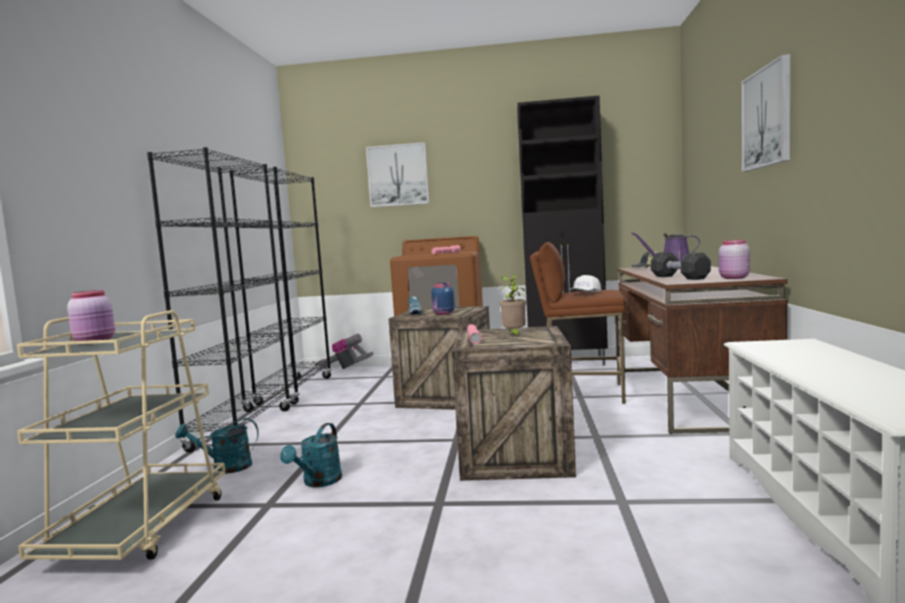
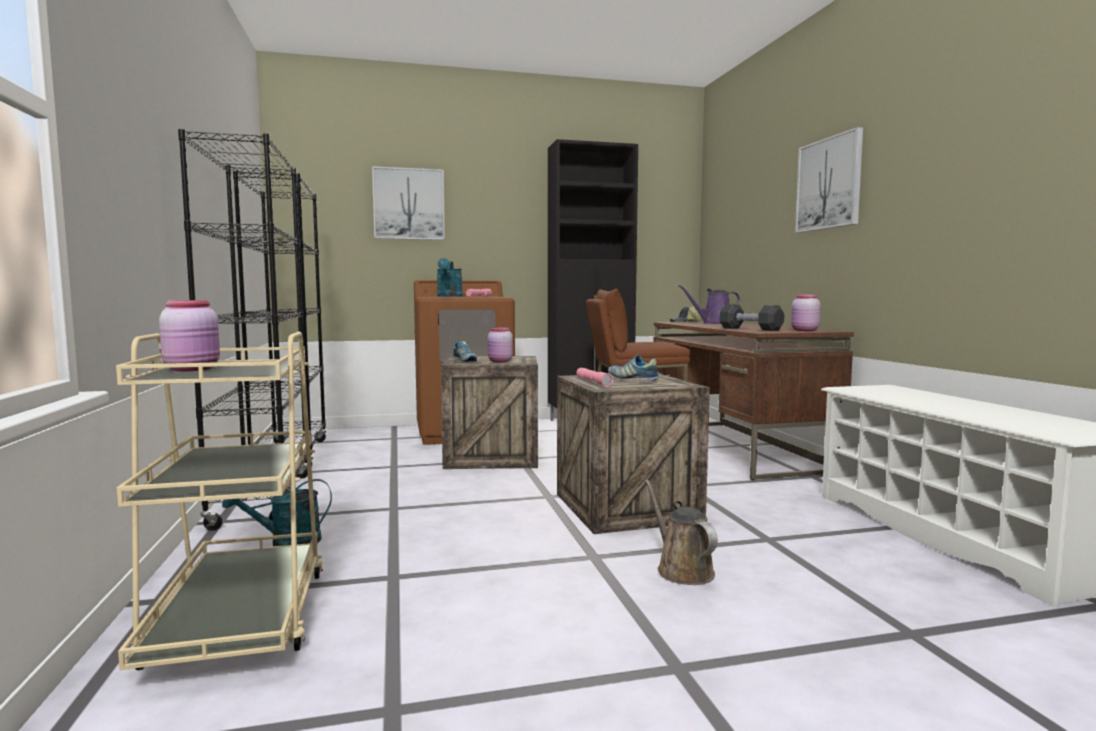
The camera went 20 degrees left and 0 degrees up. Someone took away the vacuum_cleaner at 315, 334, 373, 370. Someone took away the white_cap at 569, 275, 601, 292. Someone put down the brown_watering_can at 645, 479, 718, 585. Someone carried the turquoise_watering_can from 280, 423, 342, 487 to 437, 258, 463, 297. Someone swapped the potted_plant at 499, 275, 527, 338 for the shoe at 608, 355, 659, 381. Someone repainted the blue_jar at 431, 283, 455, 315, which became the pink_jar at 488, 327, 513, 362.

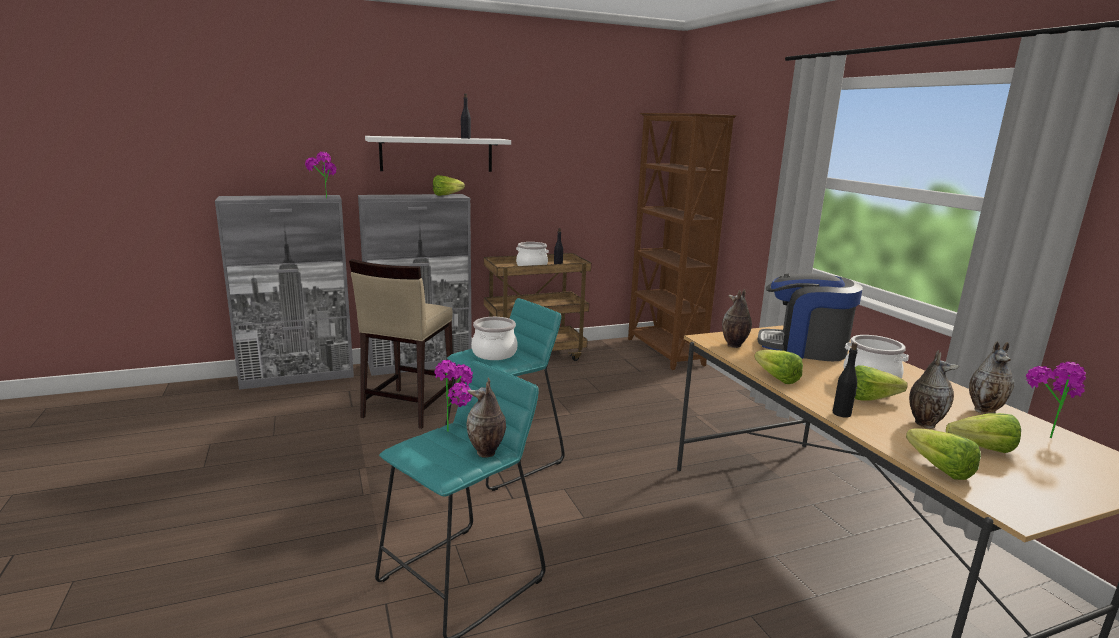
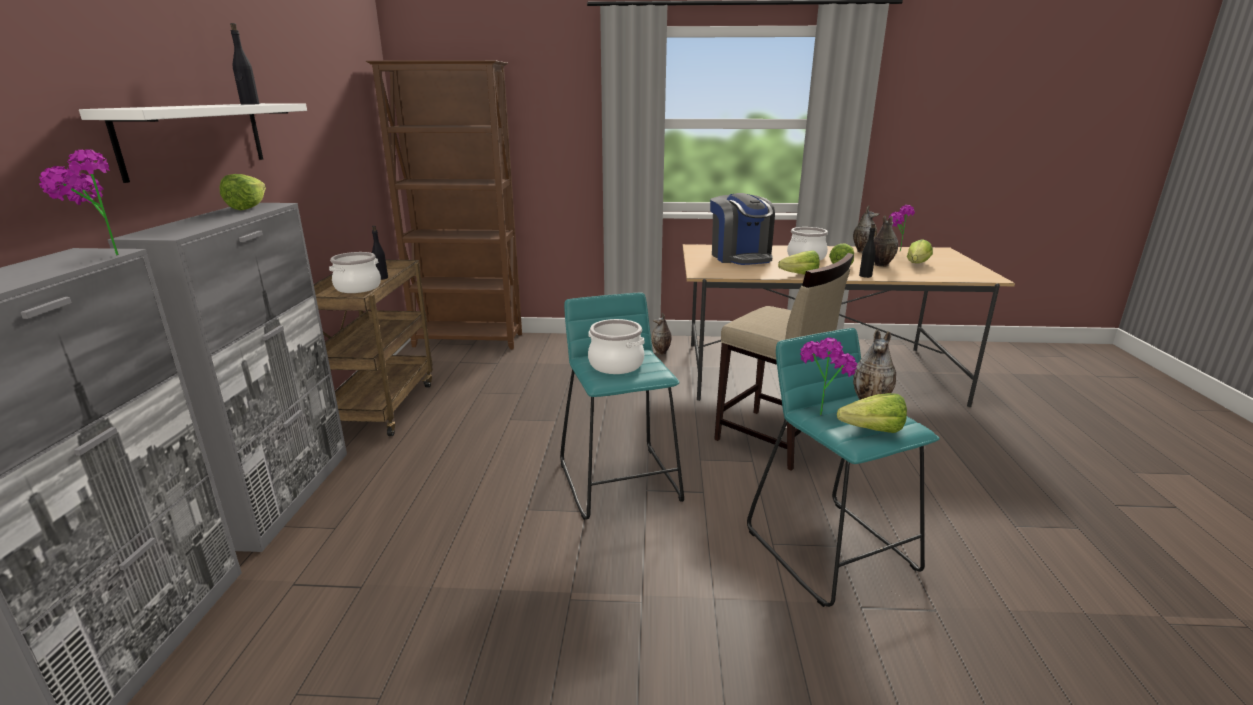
The camera went 65 degrees left and 5 degrees up. Someone carried the beige_stool from 349, 259, 454, 429 to 714, 253, 854, 471. Someone carried the vase from 722, 289, 752, 348 to 652, 312, 672, 355. Someone carried the lettuce from 906, 428, 981, 480 to 837, 393, 907, 433. Someone rotated the coffee_machine at 758, 274, 863, 361 by 60 degrees counterclockwise.

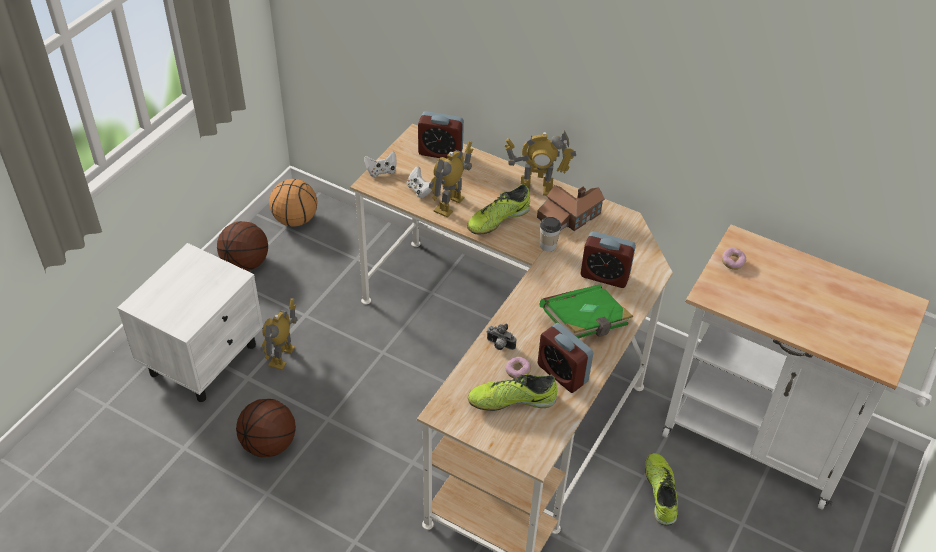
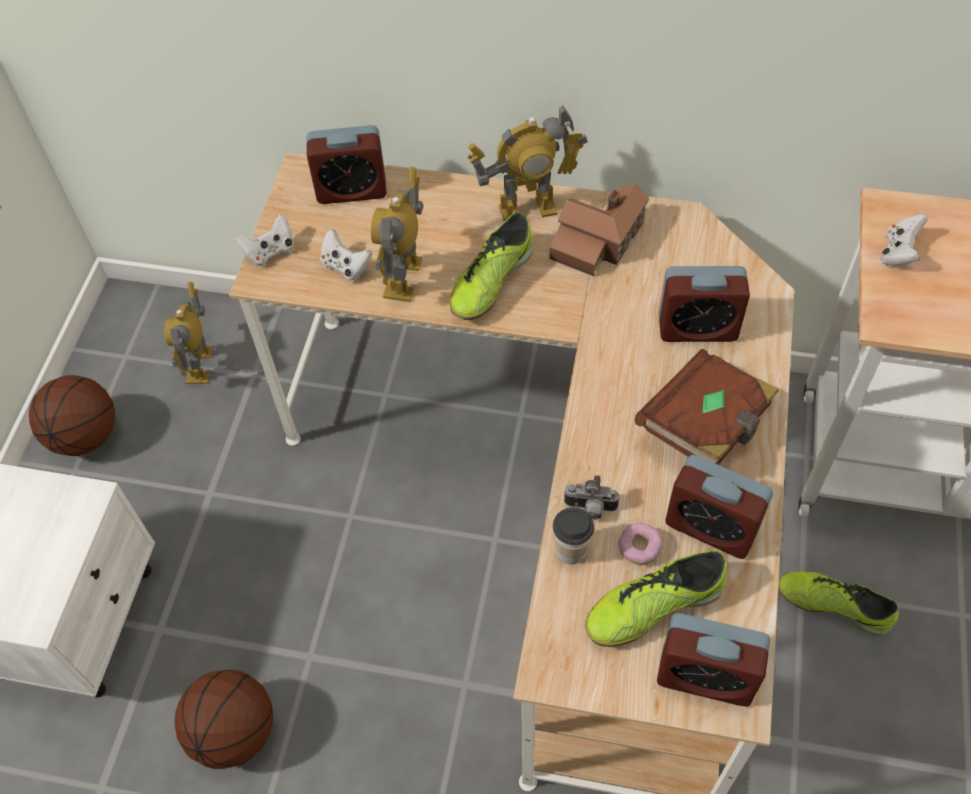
The camera went 15 degrees left and 10 degrees up. Someone took away the basketball at 269, 179, 317, 227. Someone put down the alarm_clock at 657, 613, 770, 707. Someone carried the toy_robot from 261, 299, 298, 370 to 164, 282, 213, 384. Someone carried the cup from 540, 217, 561, 252 to 553, 507, 594, 565. Someone swapped the donut at 722, 248, 746, 270 for the white_game_controller at 881, 214, 928, 266. Someone repainted the green_book at 539, 284, 633, 338, which became the brown_book at 635, 349, 779, 465. Someone rotated the shoe at 645, 453, 678, 526 by 45 degrees counterclockwise.

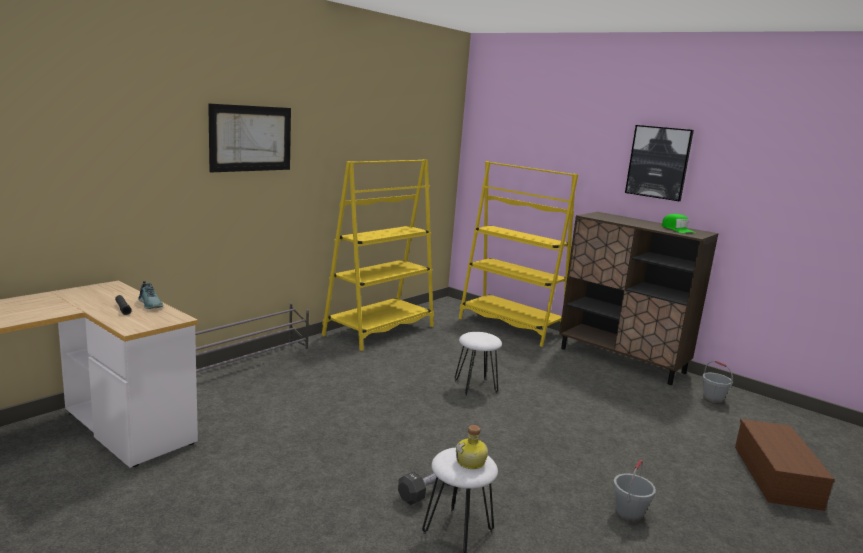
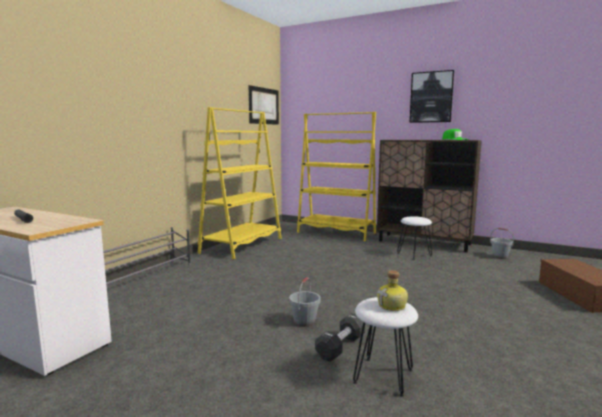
The camera went 10 degrees left and 5 degrees down. Someone took away the shoe at 138, 281, 163, 309. Someone carried the picture from 208, 103, 291, 172 to 249, 85, 279, 125. Someone carried the white_stool from 454, 332, 502, 395 to 397, 216, 432, 260. Someone carried the grey_bucket from 613, 460, 656, 523 to 289, 277, 321, 327.

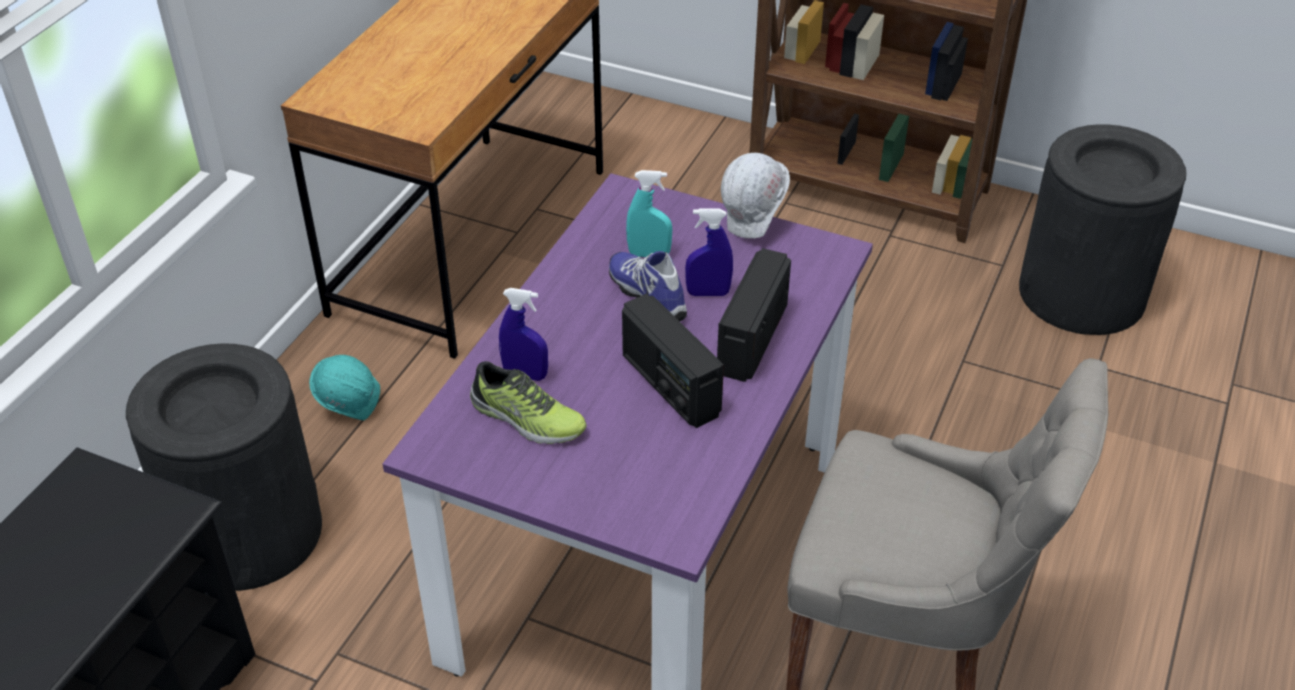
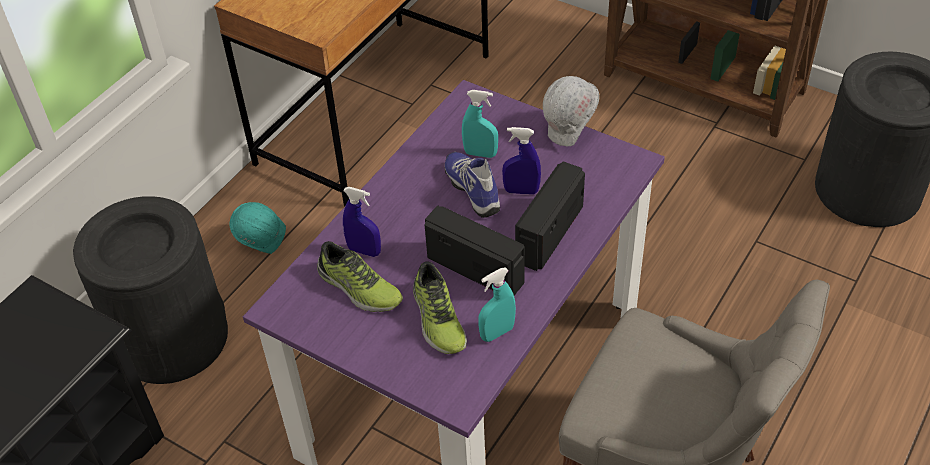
The camera went 10 degrees right and 5 degrees up. Someone put down the shoe at 413, 261, 467, 354. Someone put down the turquoise_spray_bottle at 478, 267, 516, 342. Someone rotated the radio at 622, 294, 724, 428 by 150 degrees clockwise.

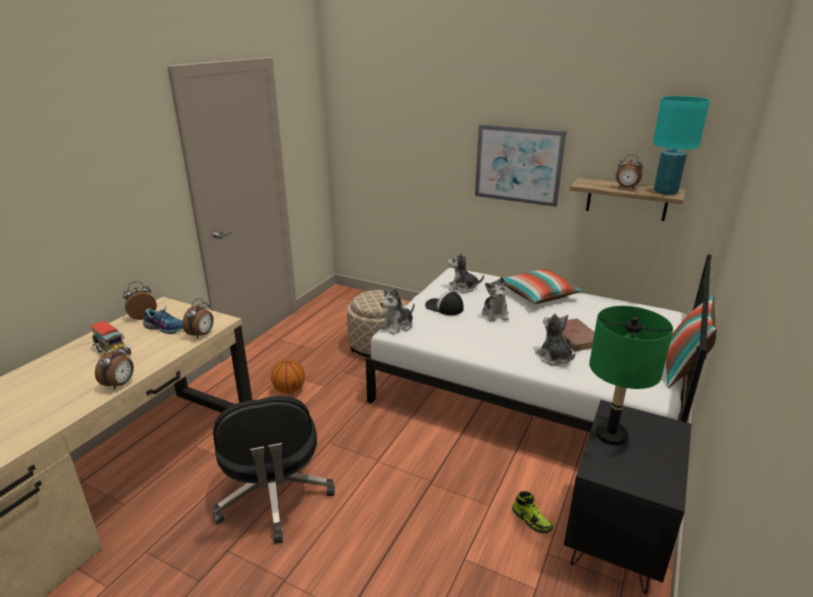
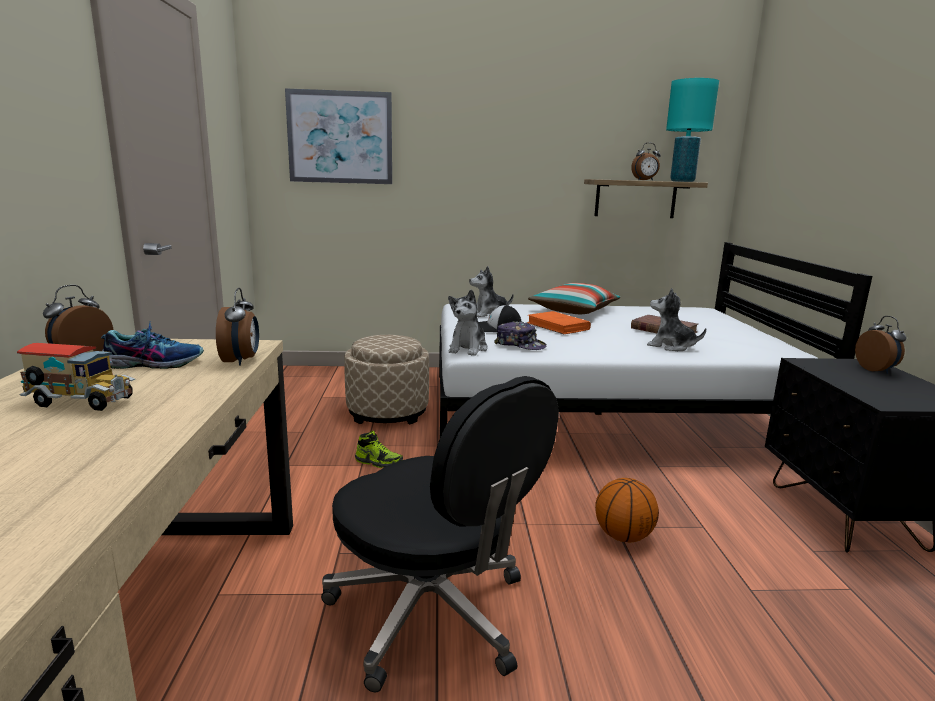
The camera went 30 degrees left and 10 degrees down. Someone took away the green_table_lamp at 589, 306, 673, 445. Someone took away the pillow at 666, 295, 717, 388. Someone put down the cap at 494, 321, 547, 350. Someone carried the alarm_clock from 95, 343, 134, 390 to 855, 316, 906, 374. Someone carried the basketball from 271, 360, 305, 394 to 595, 478, 659, 542. Someone carried the picture from 475, 124, 566, 207 to 285, 88, 392, 184. Someone carried the shoe from 512, 491, 553, 534 to 355, 430, 403, 468. Someone swapped the plush_toy at 482, 277, 509, 321 for the orange_book at 527, 311, 591, 334.

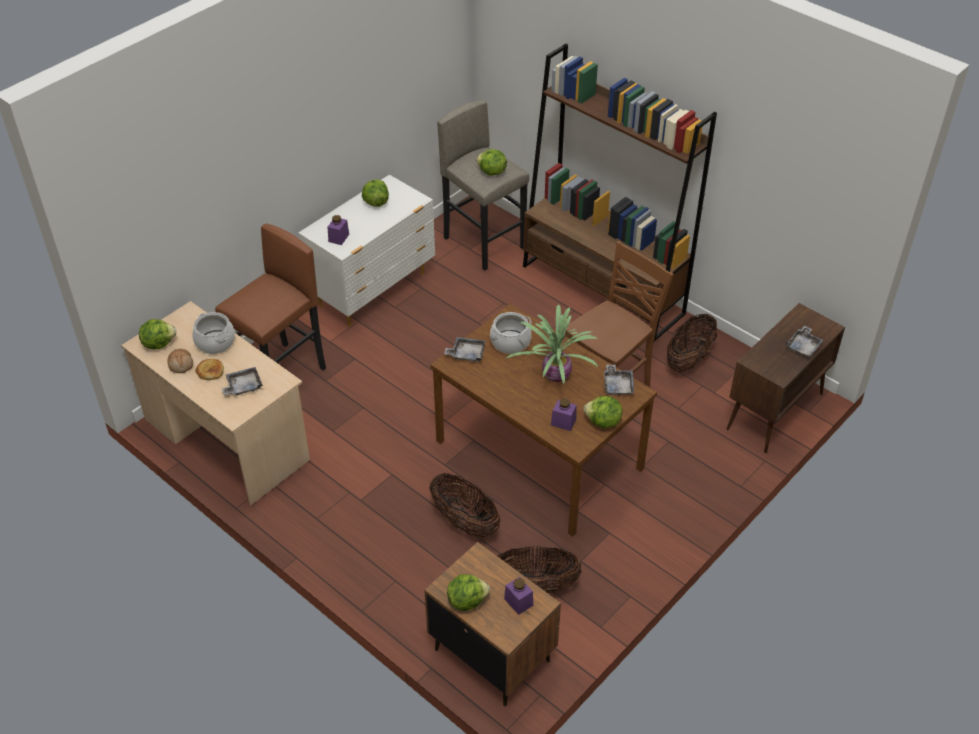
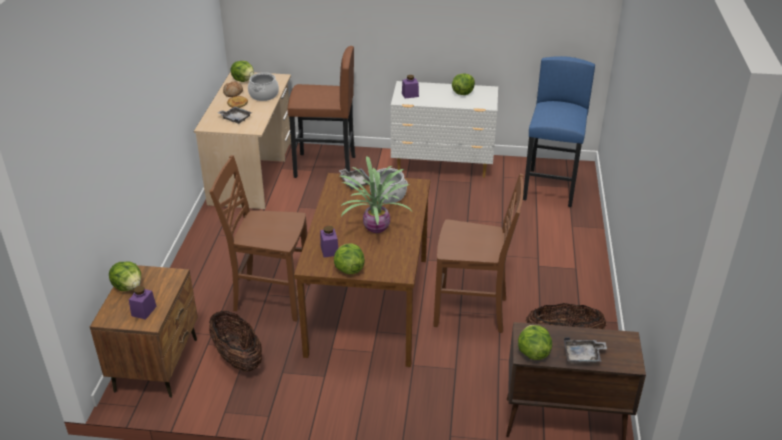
The camera went 55 degrees right and 10 degrees down. Someone took away the brown_bookcase at 523, 44, 717, 342. Someone took away the grey_tray at 604, 364, 634, 396. Someone carried the lettuce from 476, 149, 507, 175 to 518, 325, 552, 360. Someone swapped the basket at 429, 473, 501, 538 for the brown_chair at 209, 155, 311, 321. Someone repainted the grey_stool at 437, 100, 529, 270, which became the blue_stool at 523, 56, 595, 207.

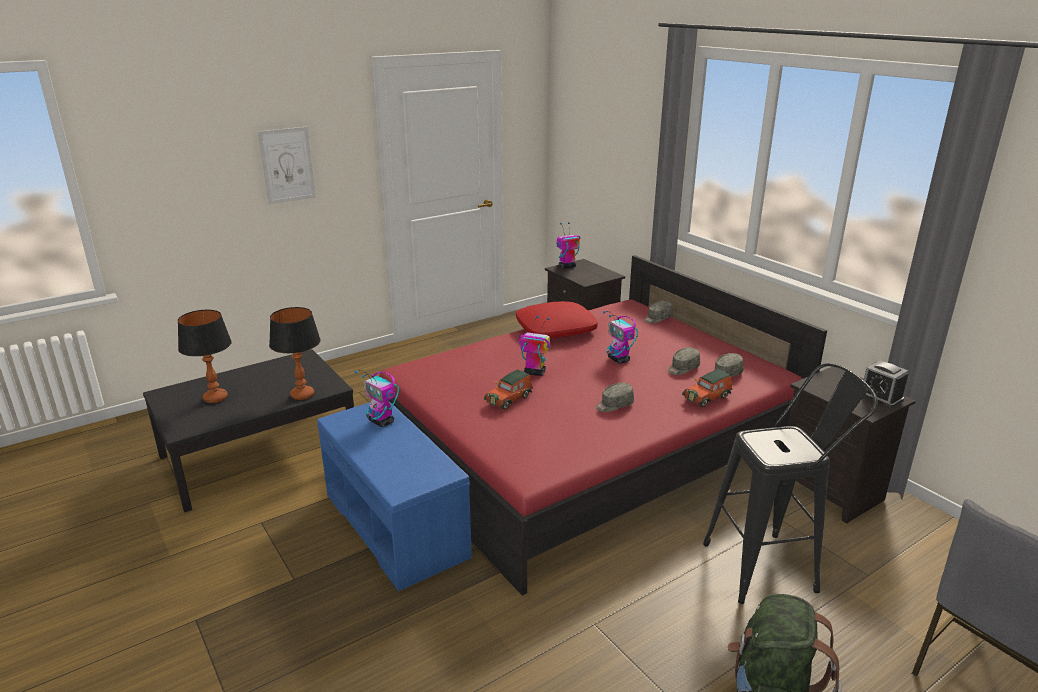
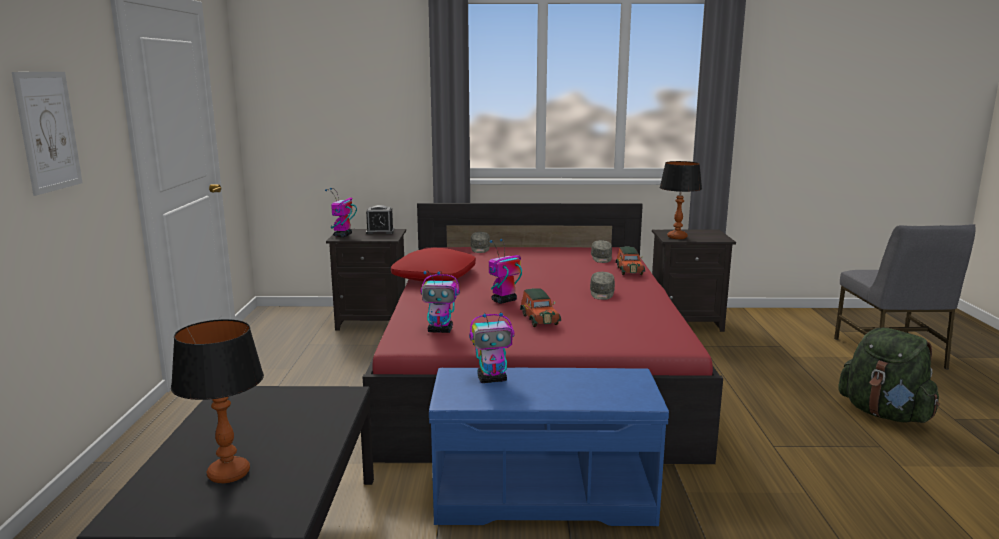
The camera went 55 degrees left and 10 degrees down. Someone took away the grey_cap at 668, 347, 700, 375. Someone took away the black_stool at 703, 363, 878, 604. Someone carried the table_lamp from 269, 307, 321, 400 to 659, 161, 702, 239. Someone carried the toy_robot from 603, 311, 638, 364 to 421, 270, 460, 333. Someone carried the alarm_clock from 864, 360, 908, 408 to 366, 205, 394, 234.

